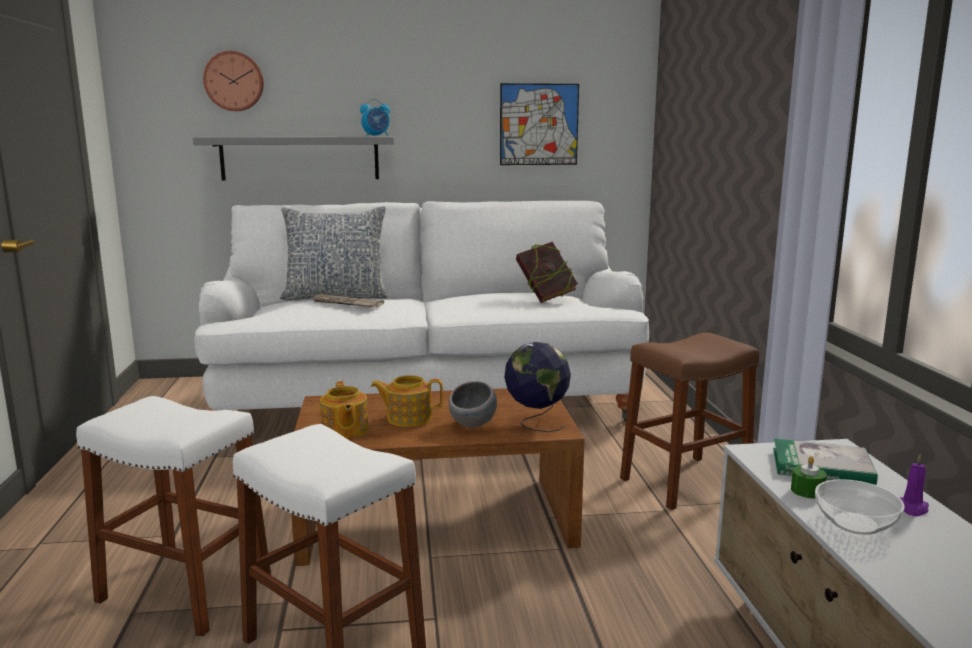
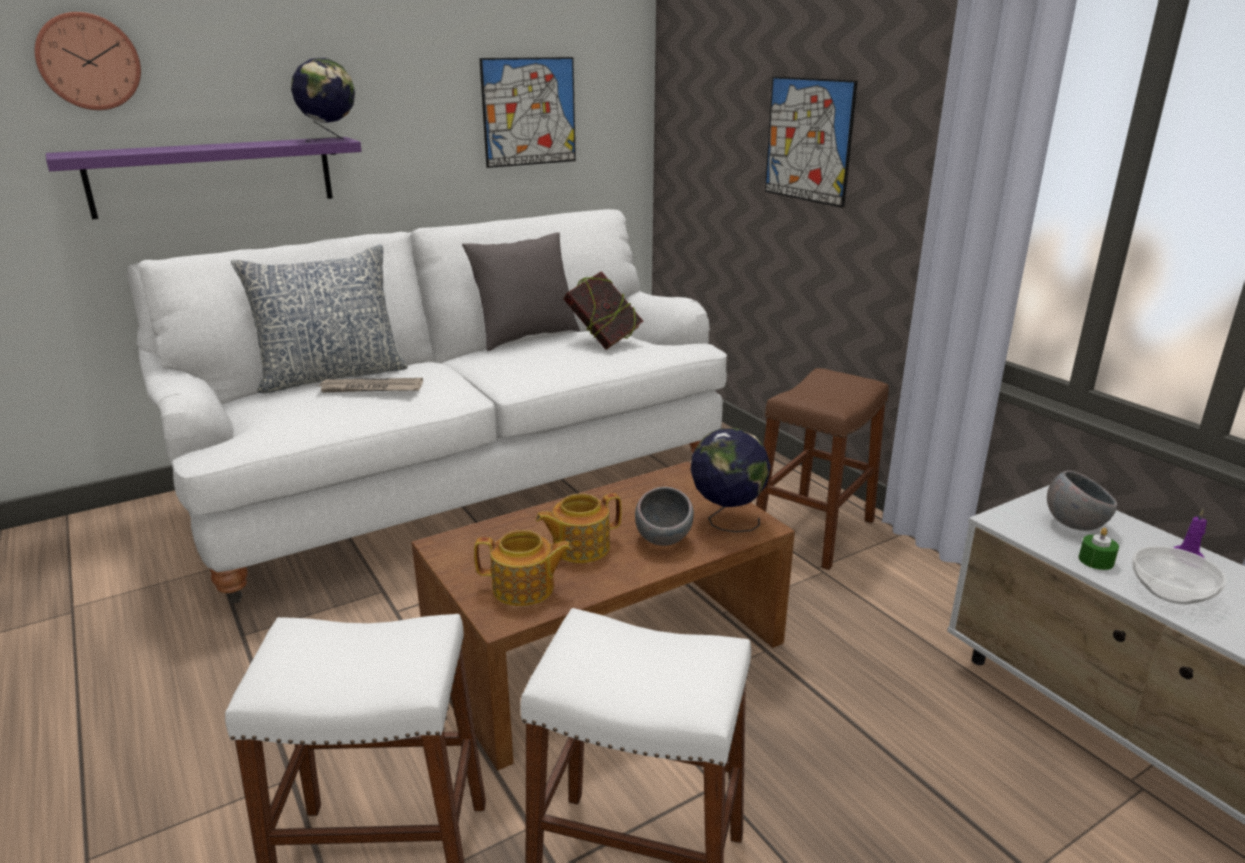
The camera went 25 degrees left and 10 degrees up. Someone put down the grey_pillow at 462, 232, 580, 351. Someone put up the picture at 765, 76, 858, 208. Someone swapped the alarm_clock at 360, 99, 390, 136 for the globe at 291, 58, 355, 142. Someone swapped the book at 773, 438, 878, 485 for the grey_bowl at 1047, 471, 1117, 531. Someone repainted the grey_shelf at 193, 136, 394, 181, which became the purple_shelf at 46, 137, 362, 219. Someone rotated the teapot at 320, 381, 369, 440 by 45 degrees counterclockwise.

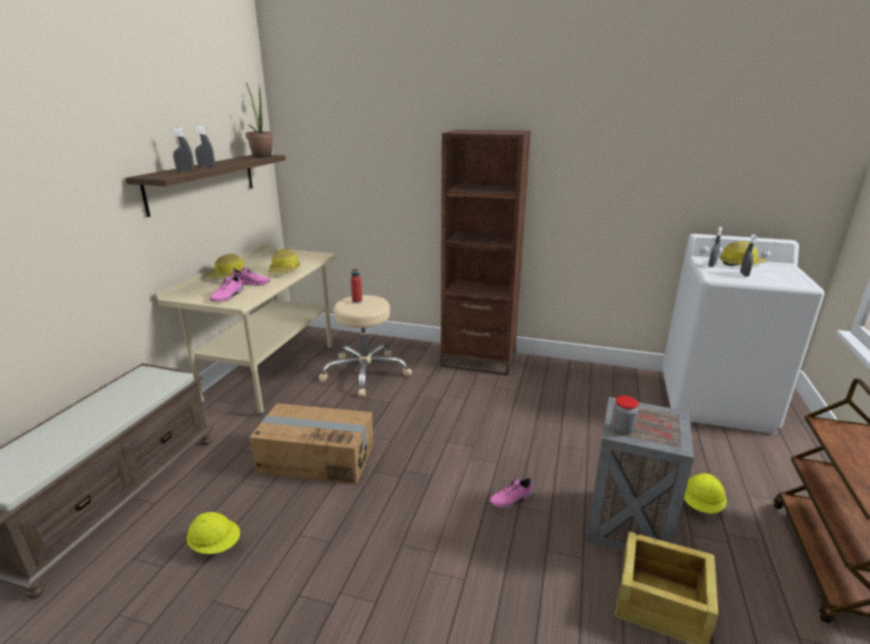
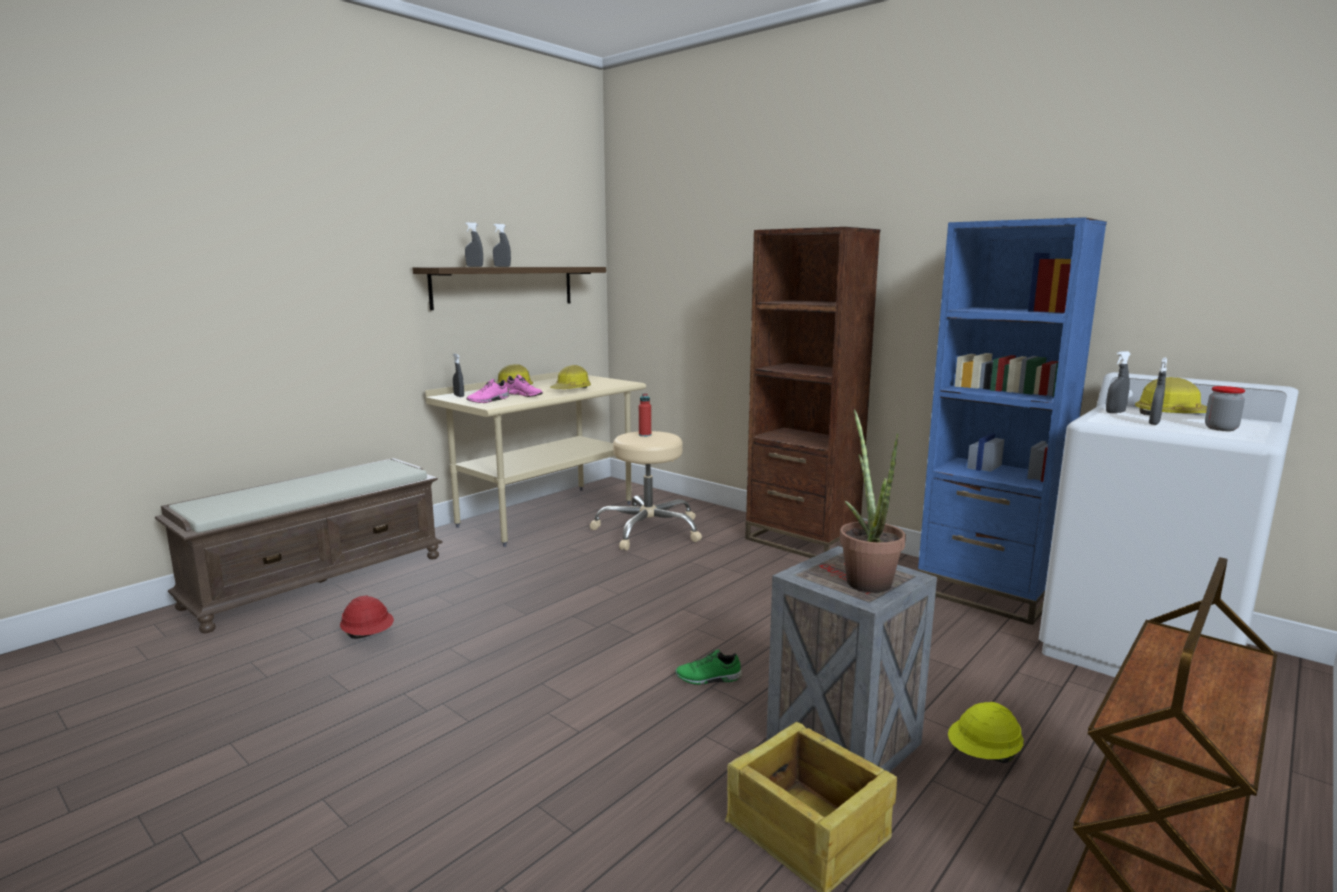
The camera went 25 degrees right and 10 degrees down. Someone took away the cardboard_box at 249, 403, 373, 485. Someone put down the grey_spray_bottle at 453, 354, 464, 397. Someone put down the blue_bookcase at 917, 217, 1107, 625. Someone carried the potted_plant from 245, 83, 274, 158 to 840, 409, 906, 593. Someone carried the jar from 611, 396, 639, 434 to 1205, 386, 1245, 431. Someone repainted the yellow_hard_hat at 187, 512, 240, 554, which became the red_hard_hat at 340, 596, 394, 639. Someone repainted the pink_shoe at 489, 478, 534, 508, which became the green_shoe at 675, 649, 742, 685.

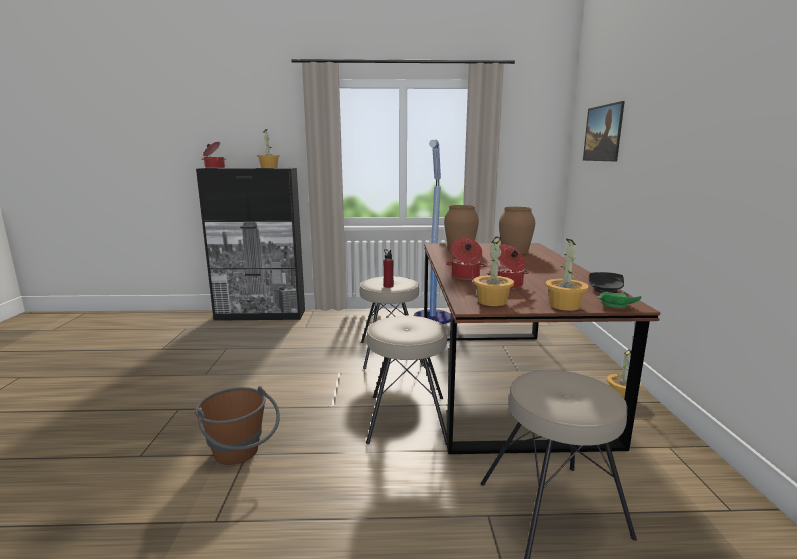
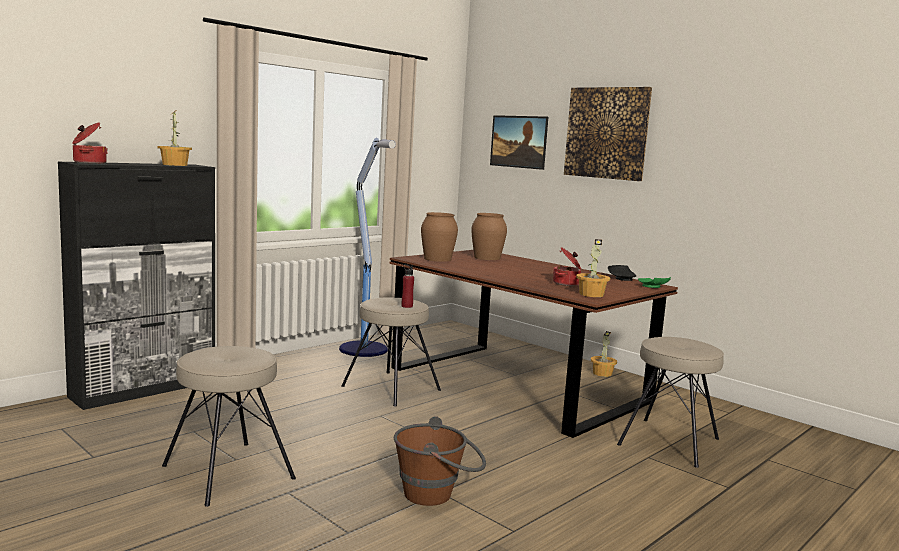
The camera went 45 degrees left and 5 degrees down. Someone took away the cooking_pot at 446, 238, 487, 280. Someone took away the potted_plant at 545, 238, 589, 311. Someone put up the picture at 564, 87, 652, 181. Someone carried the beige_stool from 366, 316, 447, 444 to 162, 346, 296, 507.

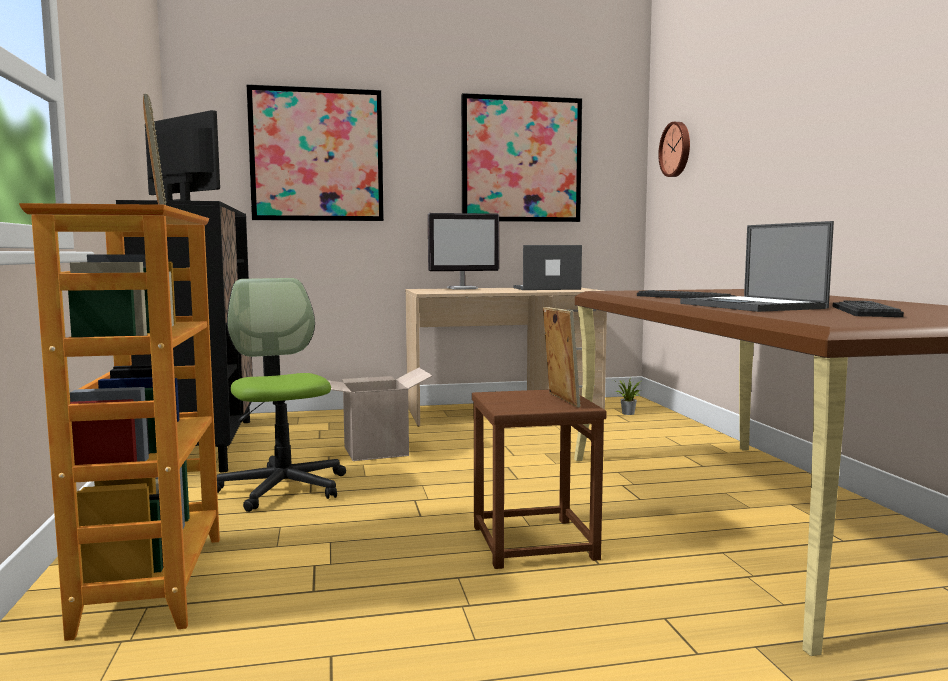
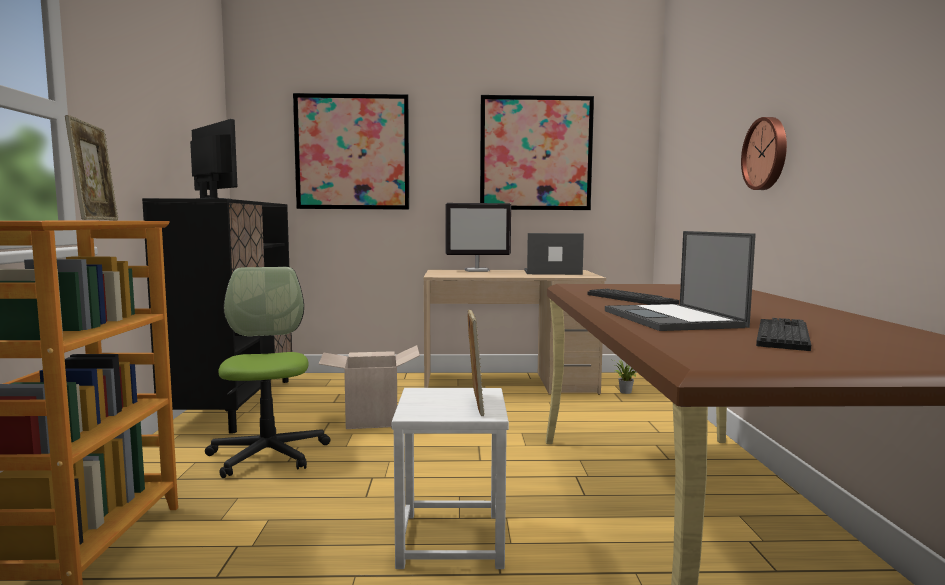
The camera went 10 degrees right and 0 degrees up. Someone carried the wall_clock from 658, 122, 690, 177 to 741, 117, 787, 190. Someone repainted the brown_stool at 472, 390, 607, 569, which became the white_stool at 391, 388, 509, 569.

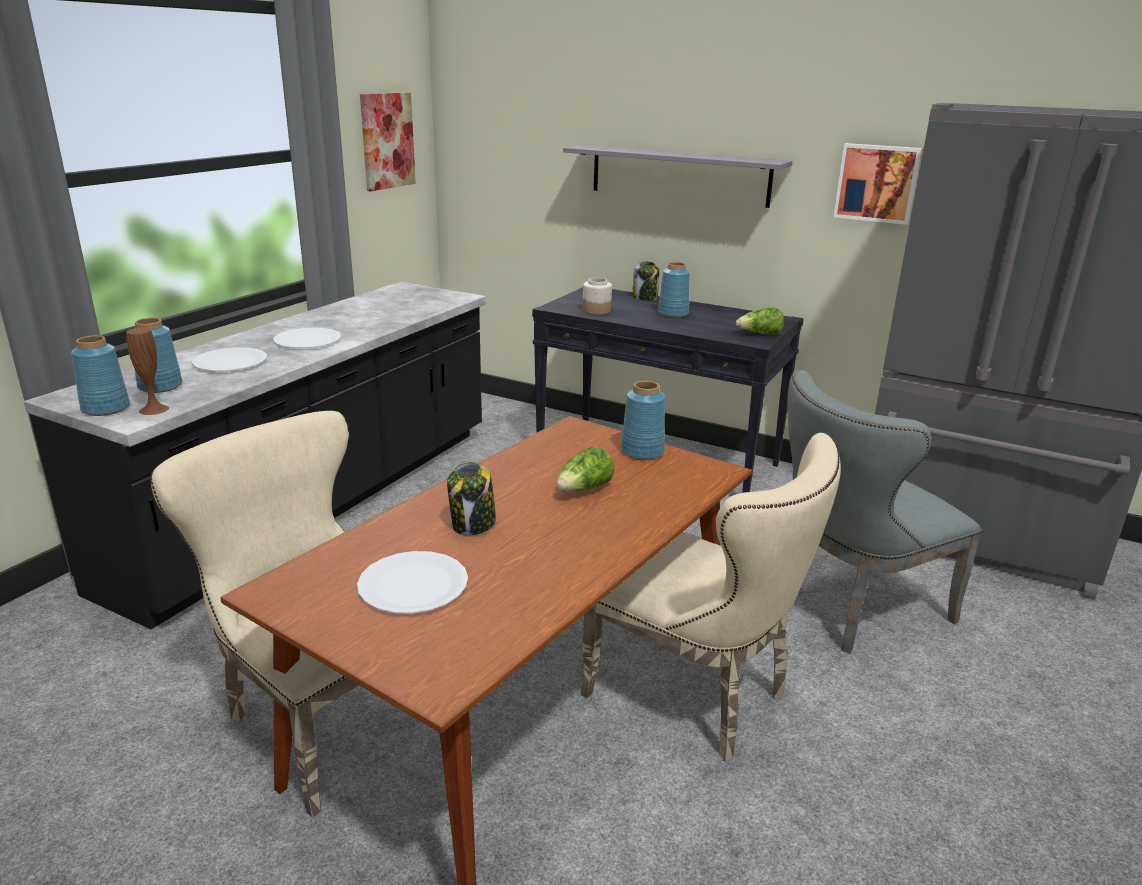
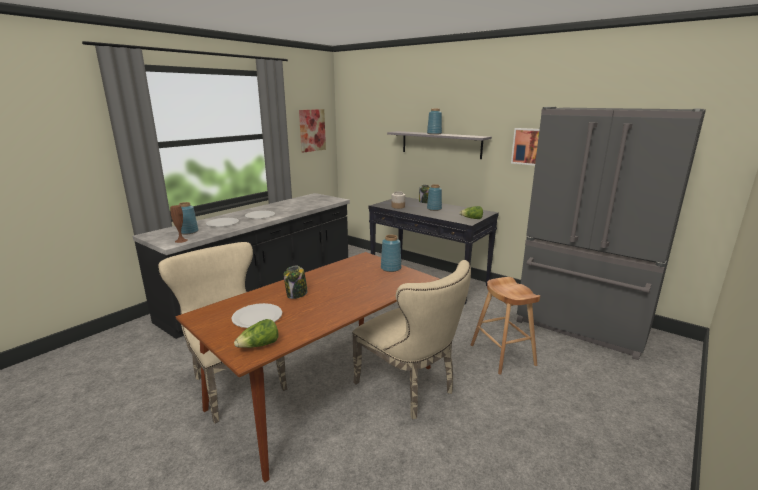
The camera went 10 degrees right and 5 degrees down. Someone carried the blue_vase from 71, 335, 130, 416 to 427, 109, 442, 135. Someone carried the lettuce from 557, 447, 615, 491 to 234, 319, 279, 348. Someone swapped the grey_chair at 787, 370, 982, 654 for the brown_stool at 471, 277, 540, 375.

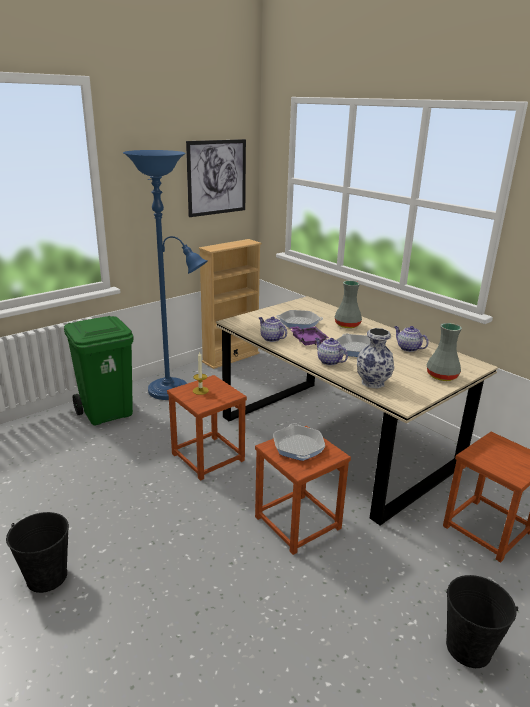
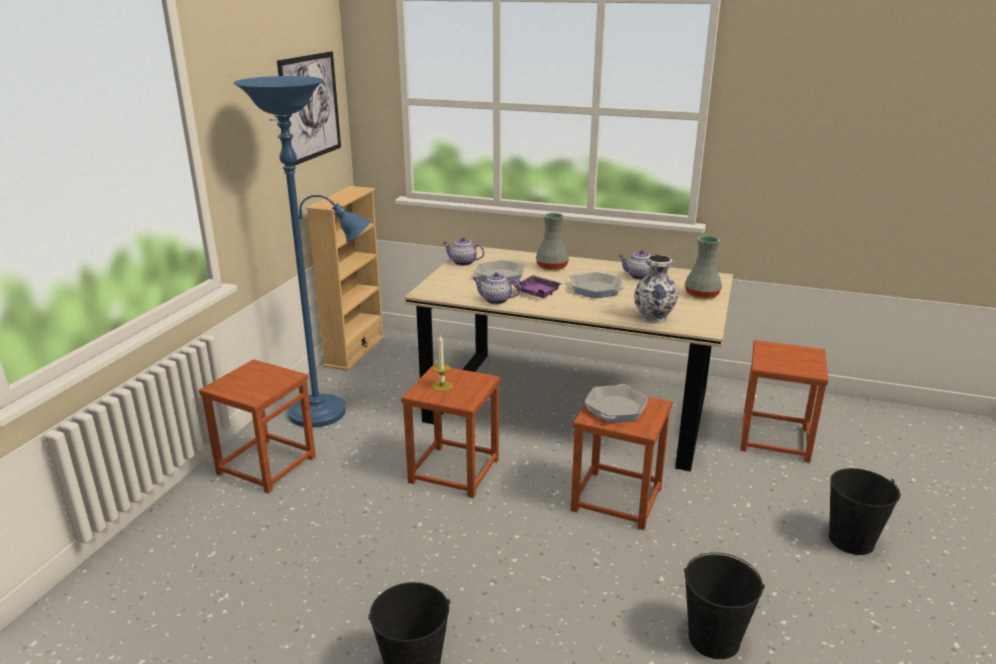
The camera went 30 degrees left and 0 degrees up. Someone put down the black_bucket at 684, 552, 765, 659. Someone carried the teapot from 315, 338, 348, 365 to 443, 237, 484, 266. Someone swapped the green_trash_can at 64, 316, 133, 425 for the brown_stool at 199, 359, 316, 494. Someone rotated the frying_pan at 273, 423, 325, 461 by 60 degrees clockwise.

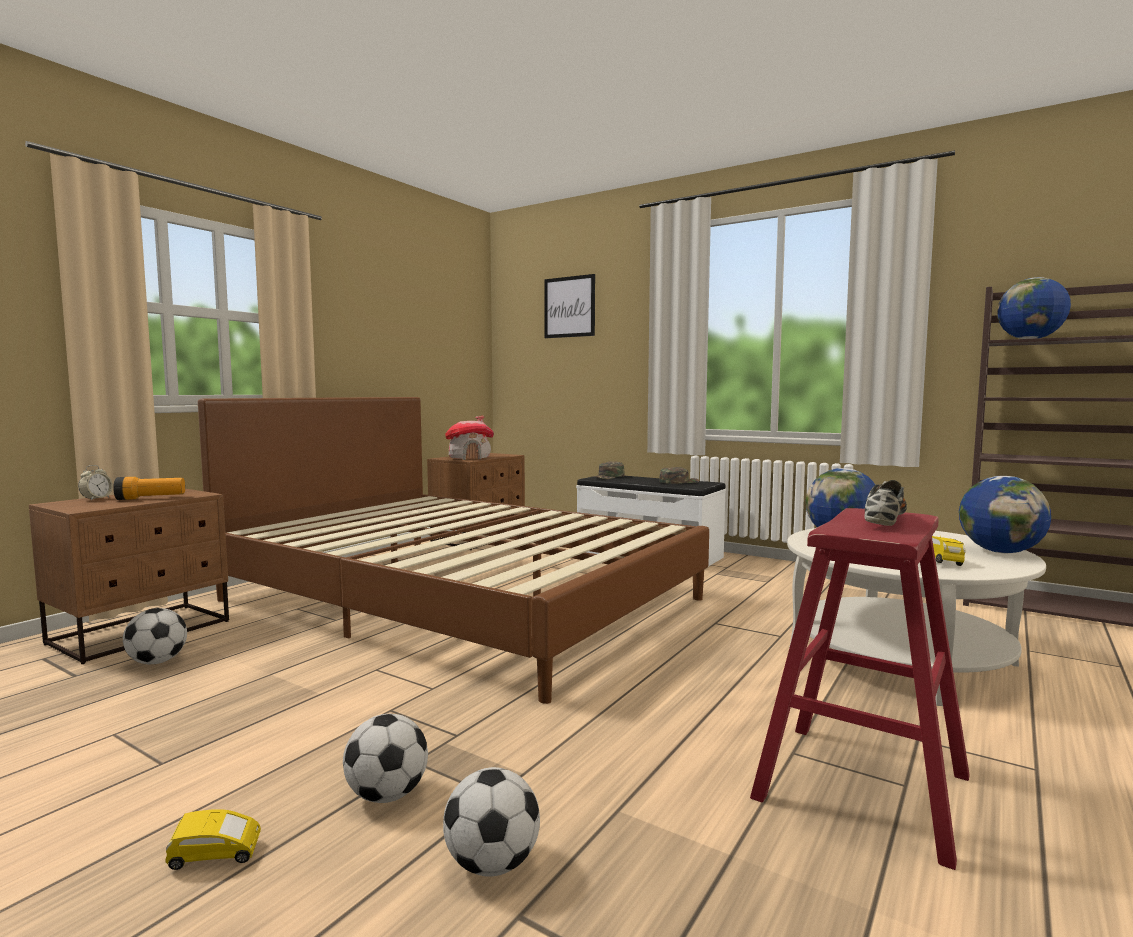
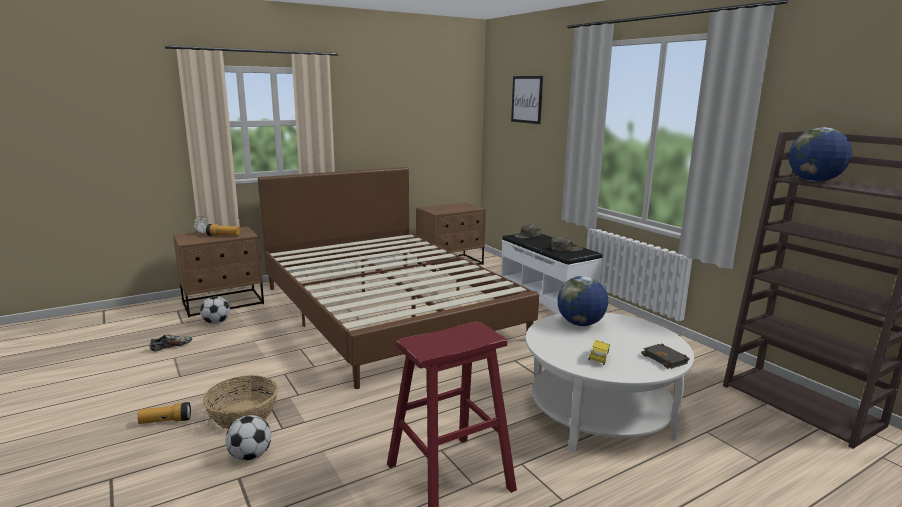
The camera went 25 degrees right and 10 degrees up. Someone took away the toy_house at 445, 416, 494, 460. Someone carried the shoe from 864, 480, 907, 526 to 149, 334, 192, 352. Someone swapped the yellow_toy_car at 165, 809, 261, 870 for the flashlight at 137, 402, 191, 424. Someone swapped the football at 343, 714, 428, 803 for the basket at 203, 375, 278, 429. Someone swapped the globe at 959, 476, 1051, 553 for the black_book at 641, 343, 689, 369.

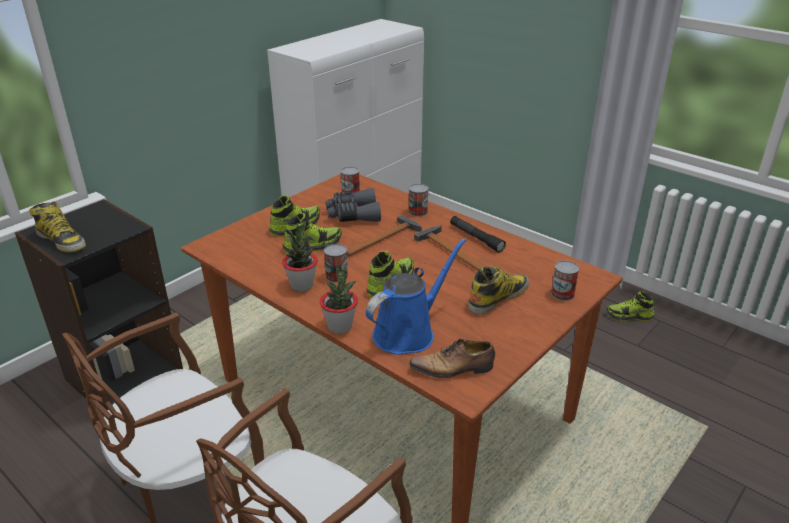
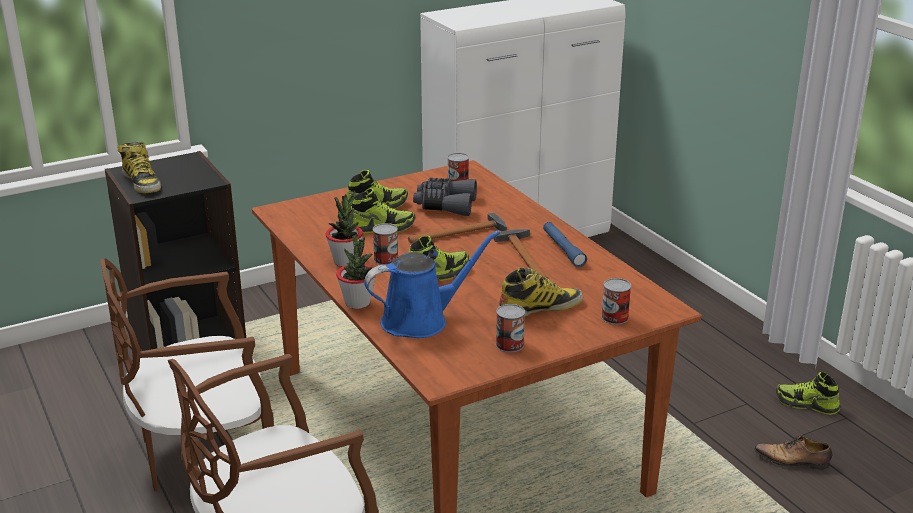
The camera went 20 degrees right and 5 degrees down. Someone carried the can from 409, 184, 429, 217 to 496, 304, 525, 352. Someone carried the shoe from 409, 339, 495, 378 to 754, 435, 832, 470. Someone repainted the black_flashlight at 450, 216, 506, 253, which became the blue_flashlight at 543, 222, 587, 267.

